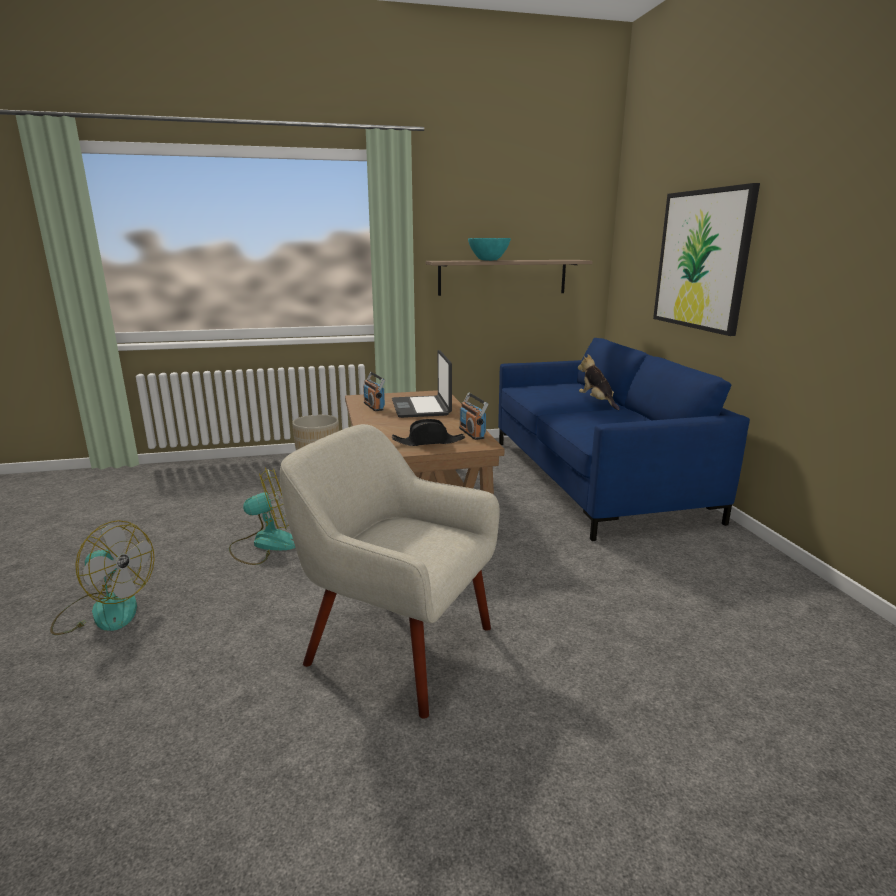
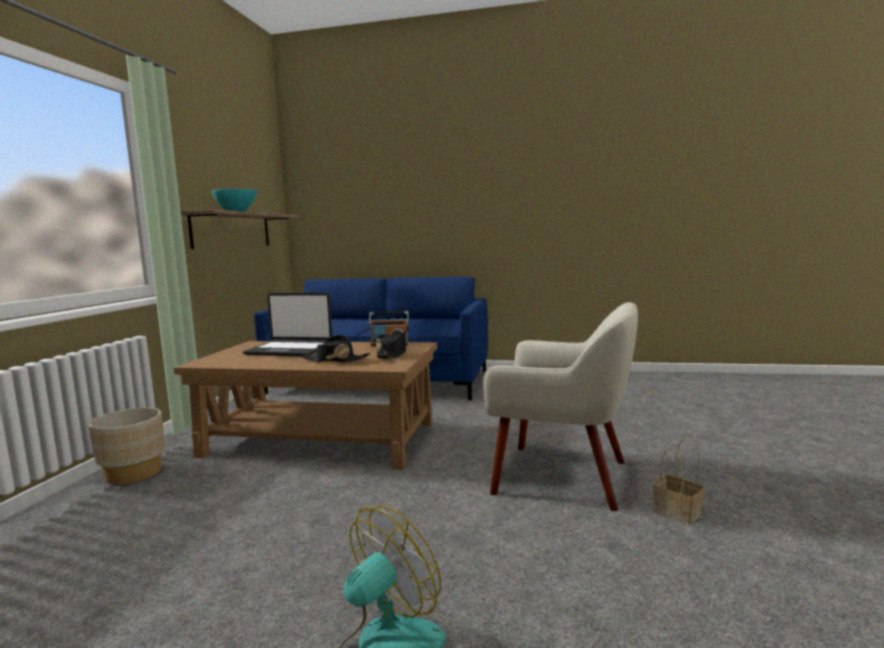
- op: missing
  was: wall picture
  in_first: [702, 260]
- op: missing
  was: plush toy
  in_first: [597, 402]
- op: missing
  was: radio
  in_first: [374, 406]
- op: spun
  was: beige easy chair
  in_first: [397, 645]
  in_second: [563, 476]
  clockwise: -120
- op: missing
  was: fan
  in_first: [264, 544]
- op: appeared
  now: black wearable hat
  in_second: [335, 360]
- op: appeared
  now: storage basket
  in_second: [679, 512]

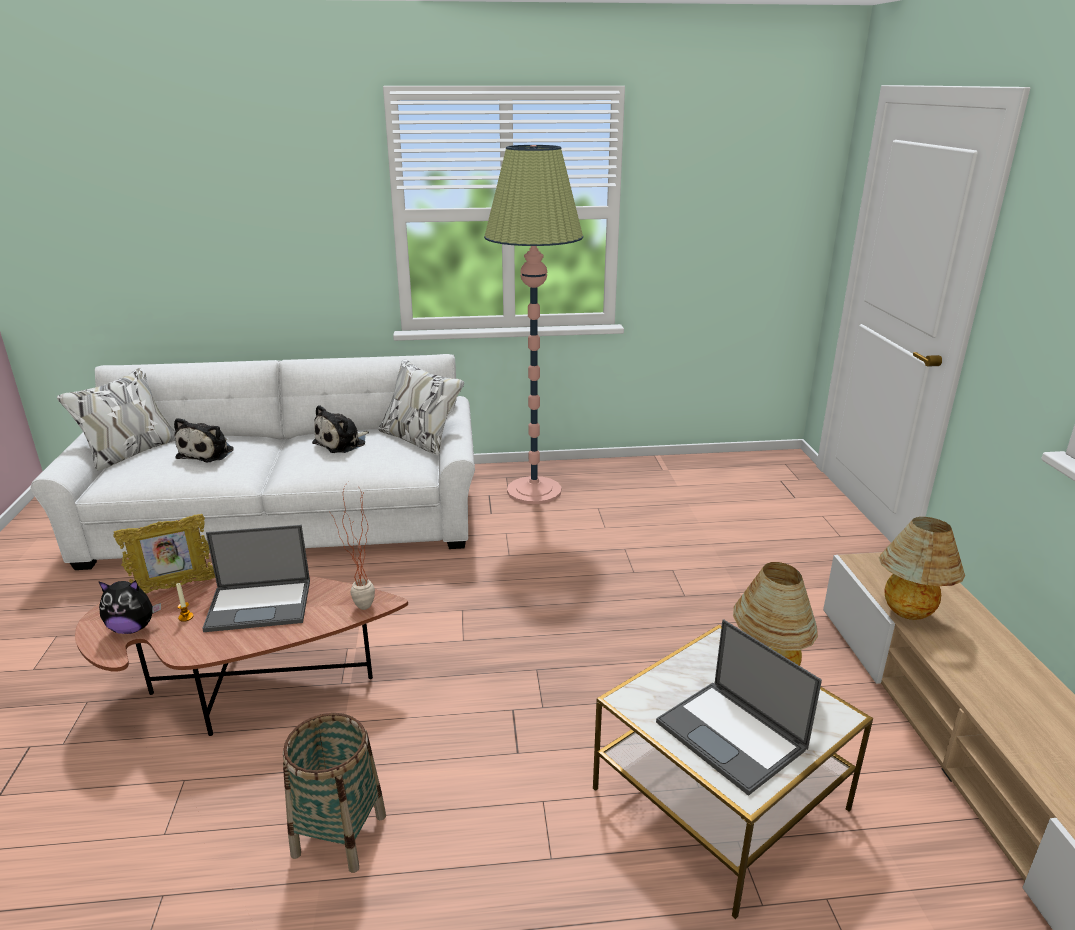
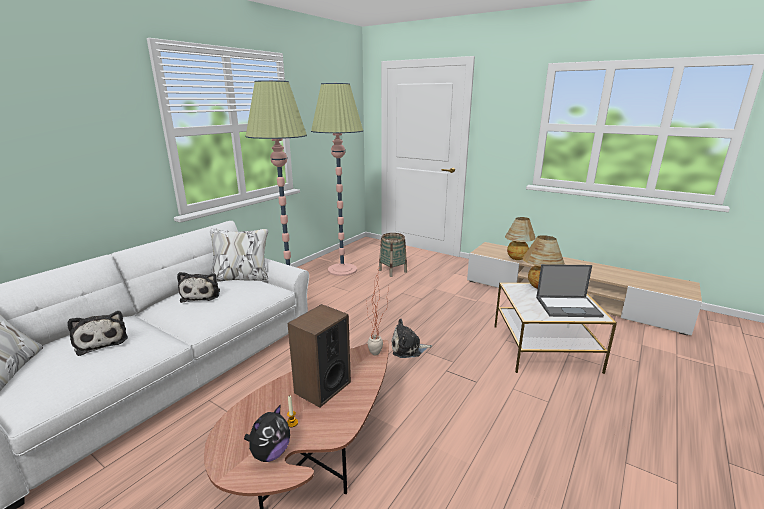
- op: missing
  was: standing frame
  in_first: [174, 587]
- op: exchanged
  was: notebook computer
  now: audio speaker
  in_first: [261, 605]
  in_second: [322, 387]
- op: relocated
  was: storage basket
  in_first: [339, 835]
  in_second: [392, 271]
- op: appeared
  now: floor lamp
  in_second: [342, 270]
- op: appeared
  now: plush toy
  in_second: [408, 348]

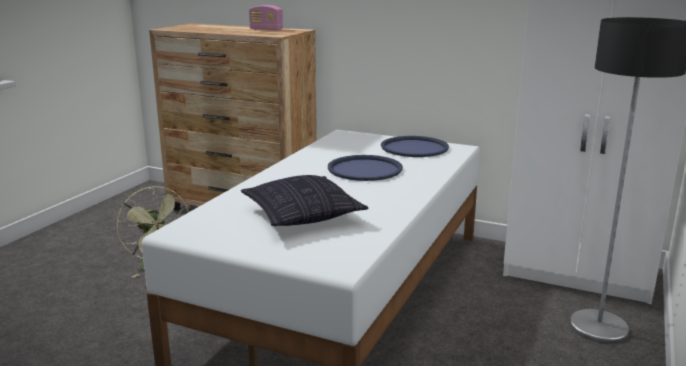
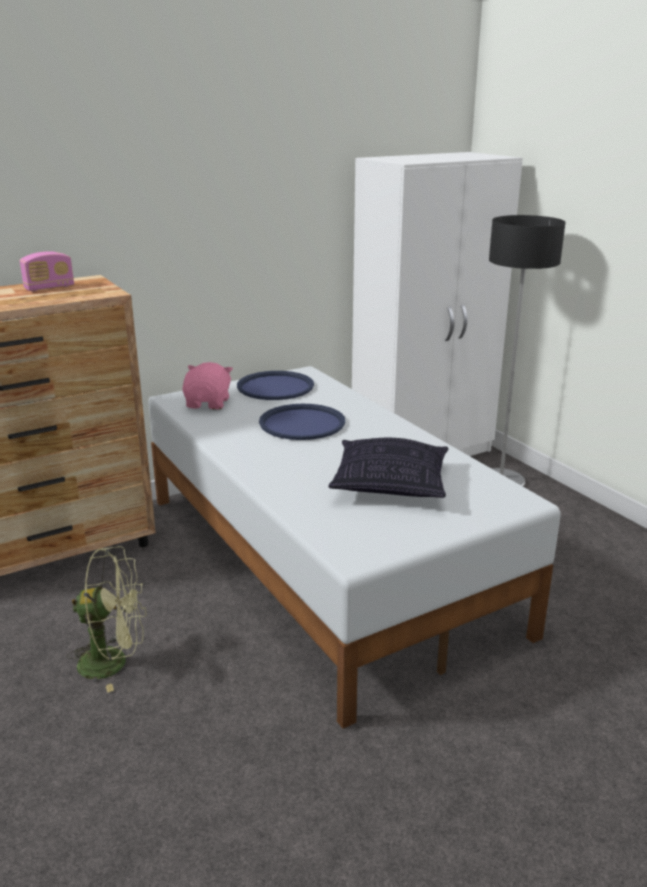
- op: appeared
  now: pinkish plush toy
  in_second: [208, 403]

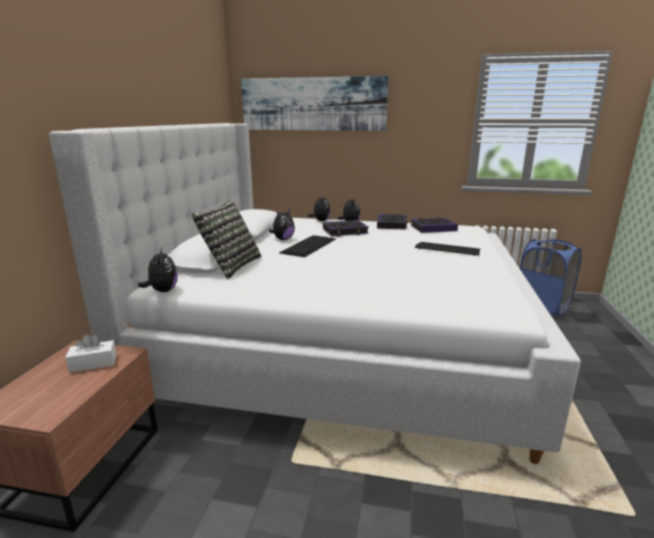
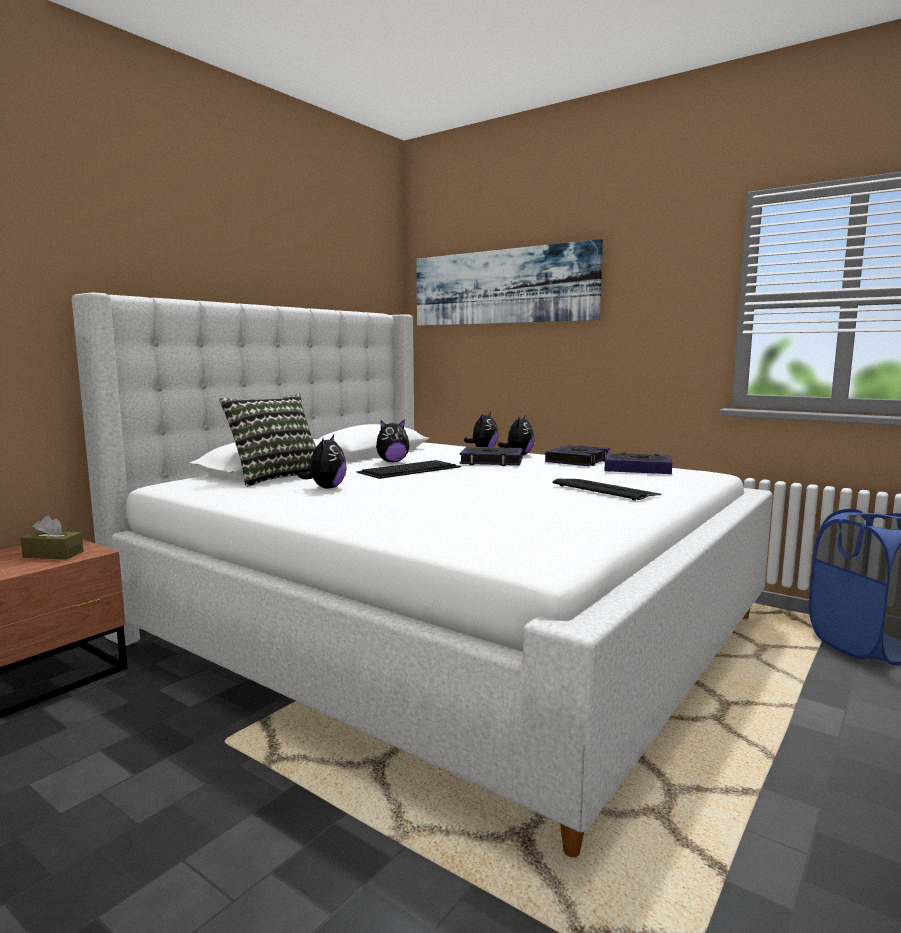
- op: relocated
  was: plush toy
  in_first: [162, 291]
  in_second: [326, 488]
- op: colour
  was: whitish box of tissues
  now: brown box of tissues
  in_first: [93, 363]
  in_second: [53, 554]

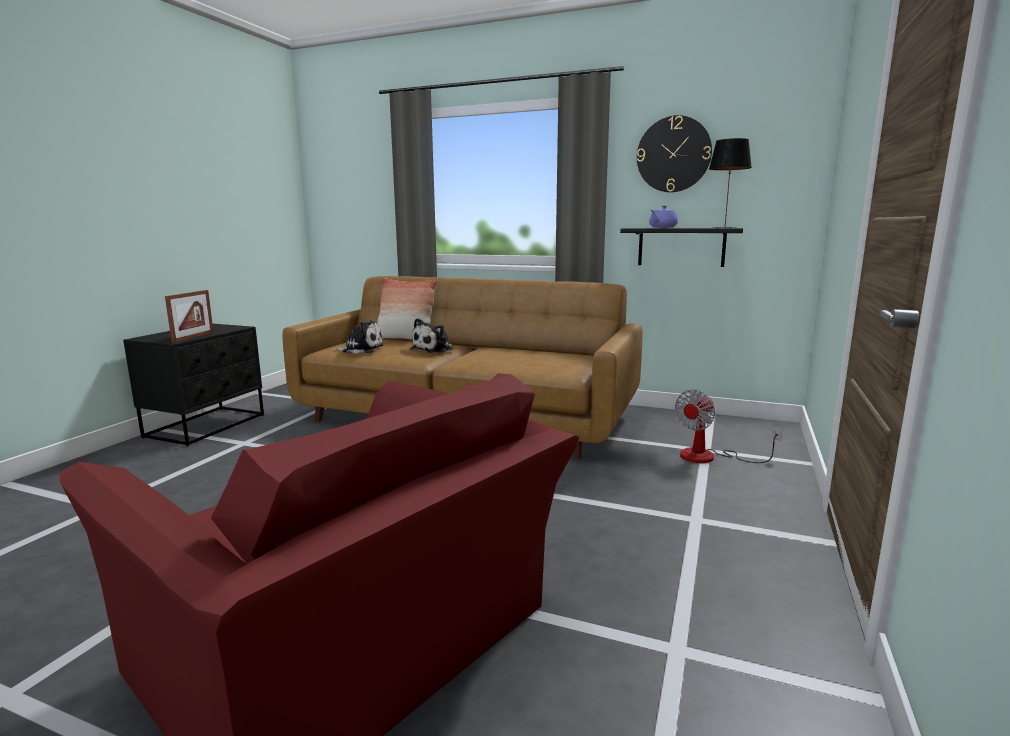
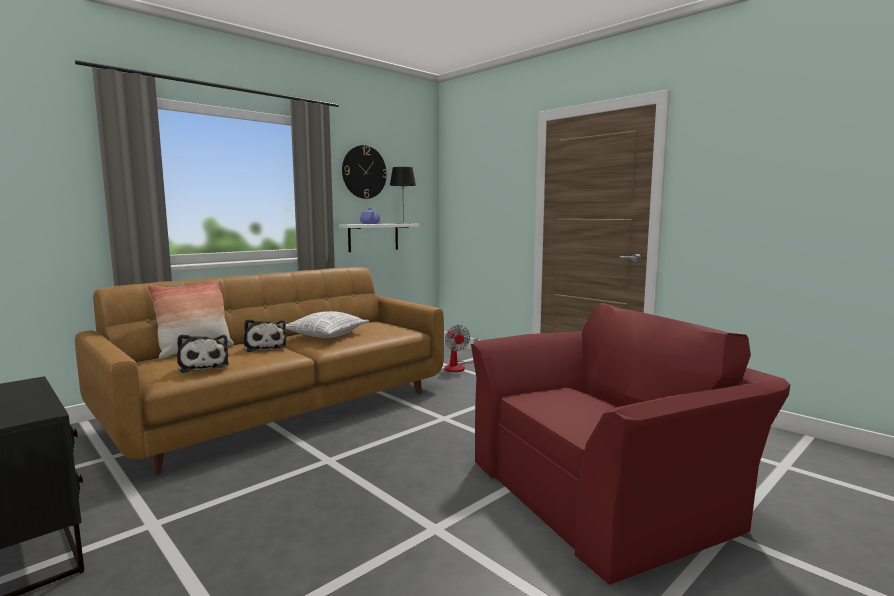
- op: colour
  was: black shelf
  now: whitish shelf
  in_first: [681, 247]
  in_second: [373, 237]
- op: missing
  was: standing frame
  in_first: [193, 337]
- op: spun
  was: plush toy
  in_first: [361, 349]
  in_second: [203, 366]
  clockwise: 120
- op: appeared
  now: throw pillow
  in_second: [326, 335]

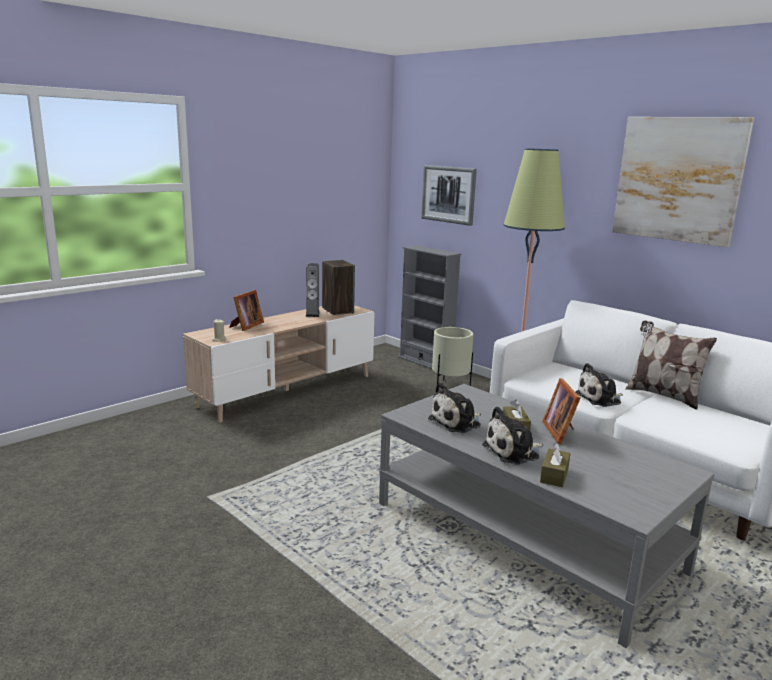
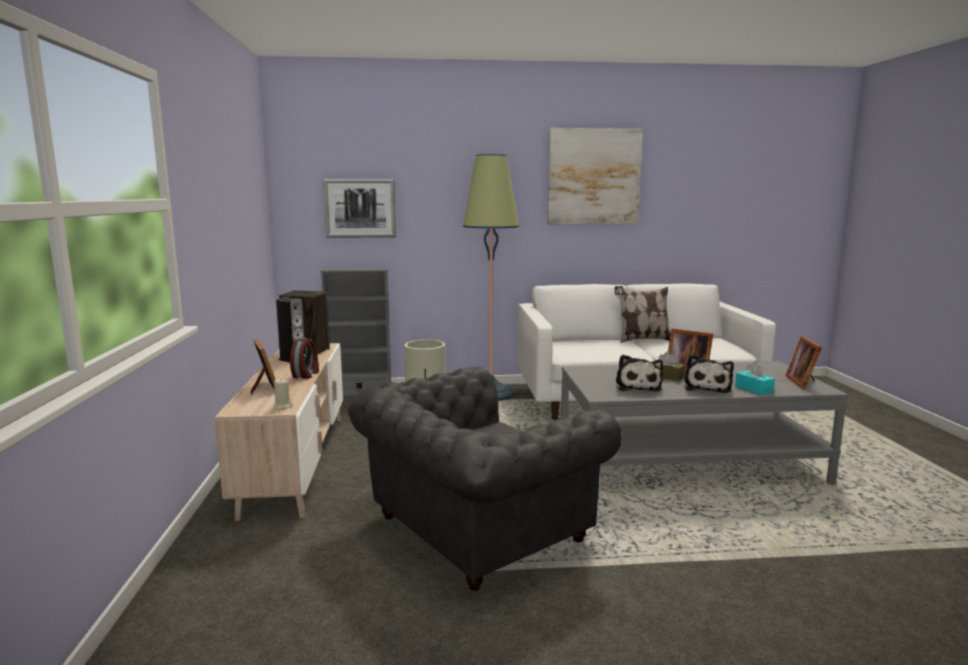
- op: missing
  was: plush toy
  in_first: [600, 399]
- op: colour
  was: brown box of tissues
  now: blue-green box of tissues
  in_first: [554, 475]
  in_second: [753, 389]
- op: appeared
  now: standing frame
  in_second: [803, 382]
- op: appeared
  now: table clock
  in_second: [306, 374]
- op: appeared
  now: gray easy chair
  in_second: [472, 530]

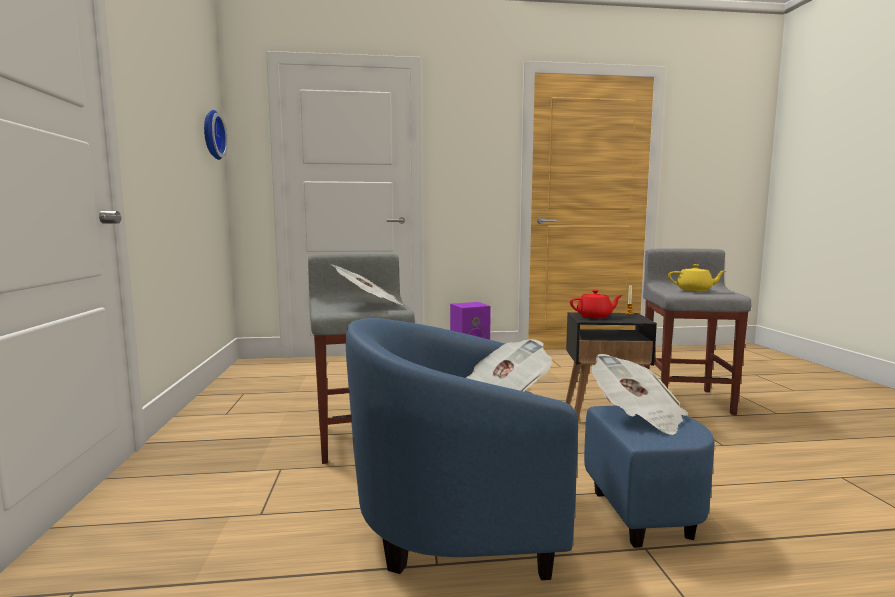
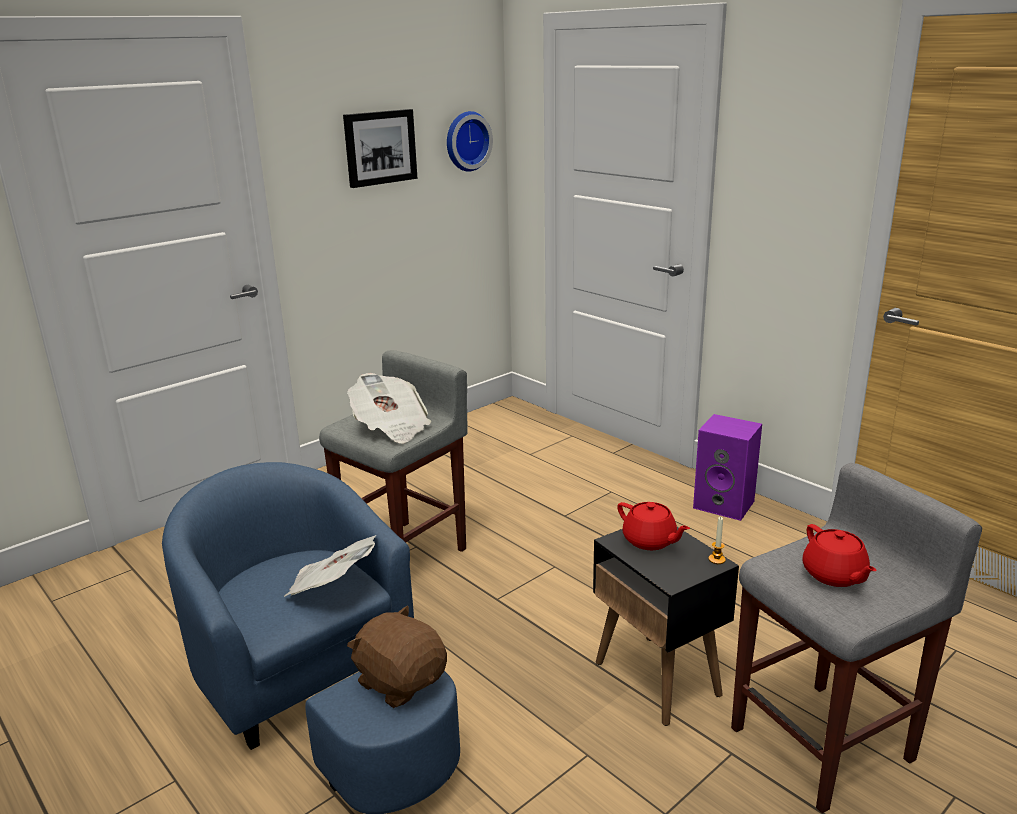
- op: colour
  was: yellow-coloured tea pot
  now: red-coloured tea pot
  in_first: [695, 290]
  in_second: [834, 575]
- op: exchanged
  was: printed paper
  now: brown plush toy
  in_first: [637, 416]
  in_second: [401, 681]
- op: appeared
  now: wall picture
  in_second: [380, 147]

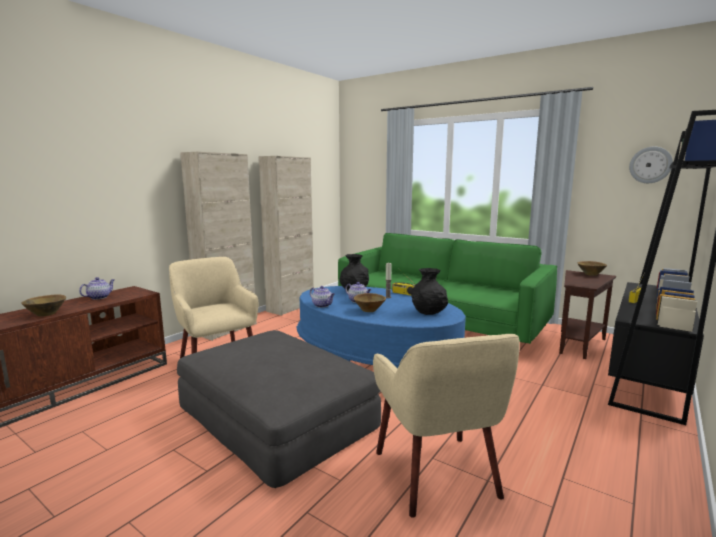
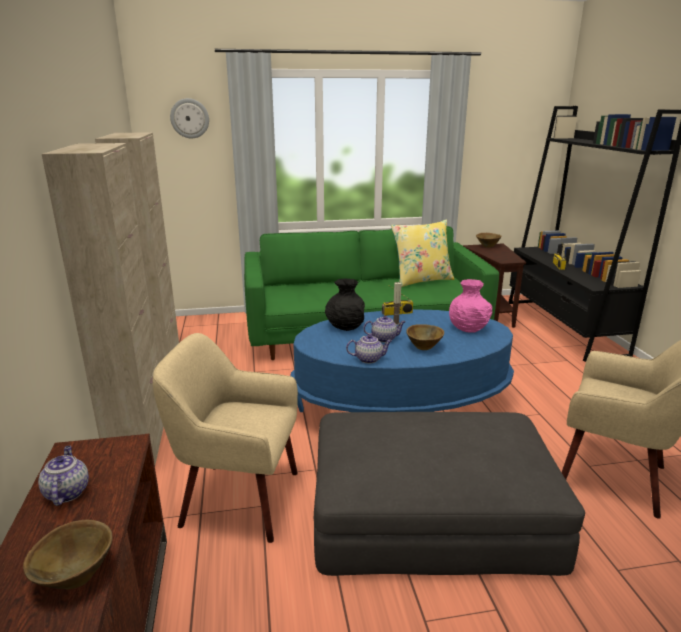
- op: relocated
  was: wall clock
  in_first: [650, 165]
  in_second: [189, 118]
- op: colour
  was: black decorative vase
  now: pinkish decorative vase
  in_first: [429, 312]
  in_second: [469, 328]
- op: appeared
  now: yellow-coloured throw pillow
  in_second: [421, 280]

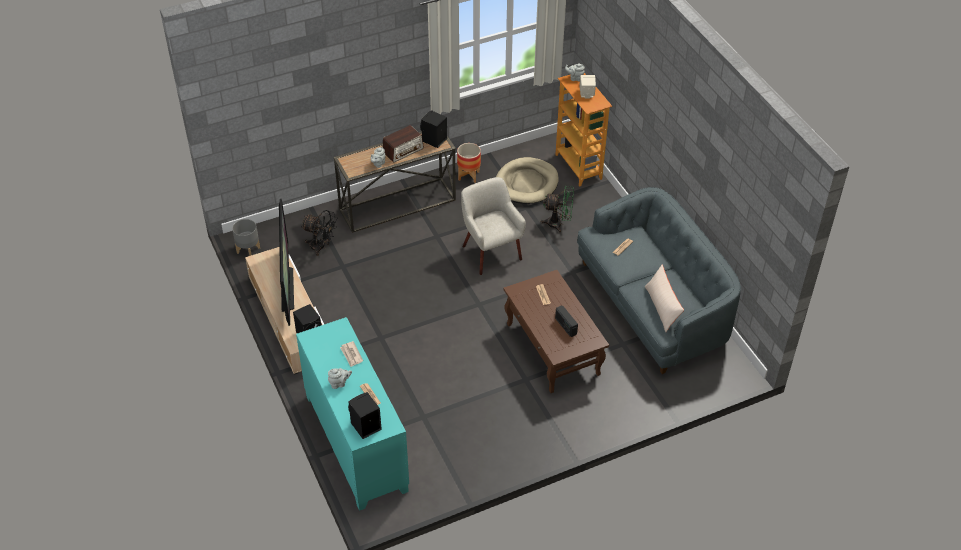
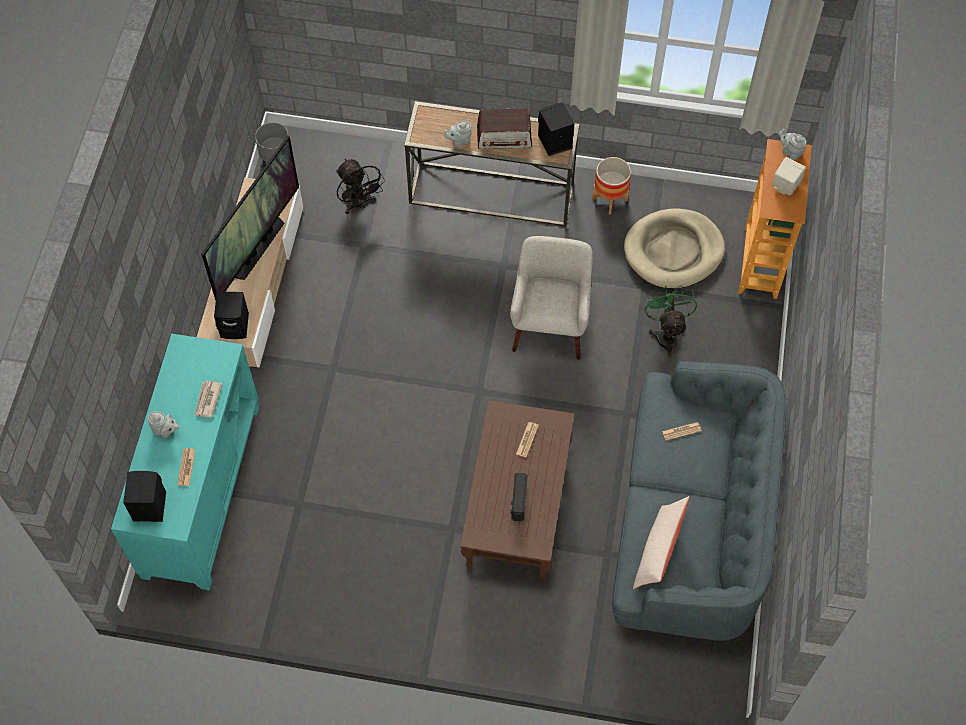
- op: spun
  was: greenish fan
  in_first: [558, 224]
  in_second: [666, 334]
  clockwise: -135

